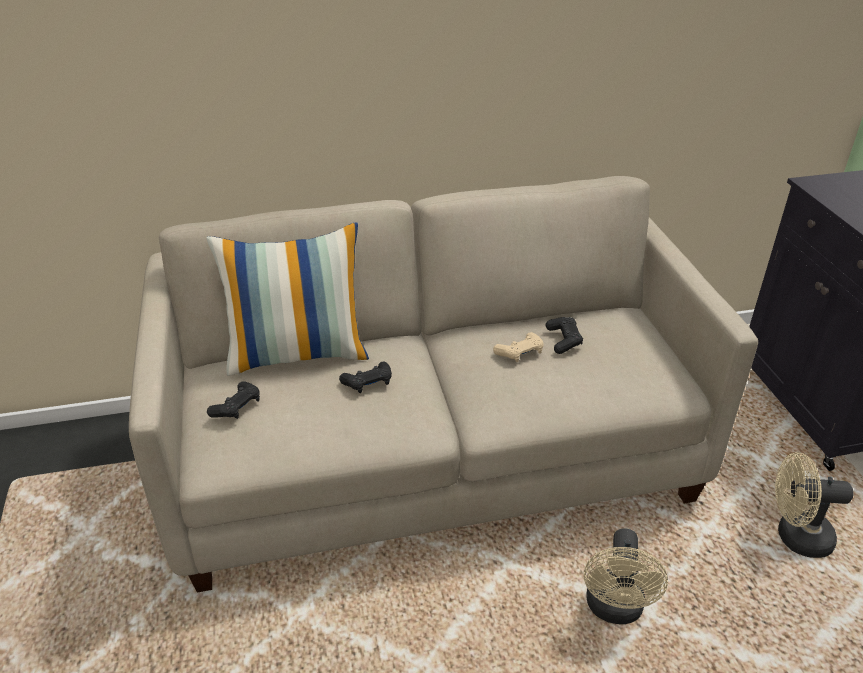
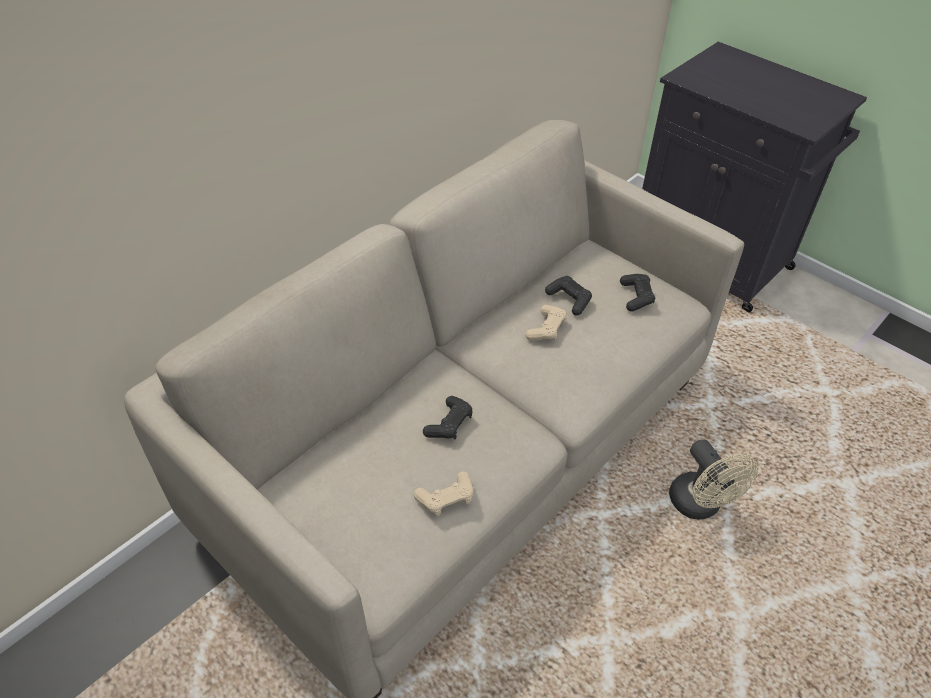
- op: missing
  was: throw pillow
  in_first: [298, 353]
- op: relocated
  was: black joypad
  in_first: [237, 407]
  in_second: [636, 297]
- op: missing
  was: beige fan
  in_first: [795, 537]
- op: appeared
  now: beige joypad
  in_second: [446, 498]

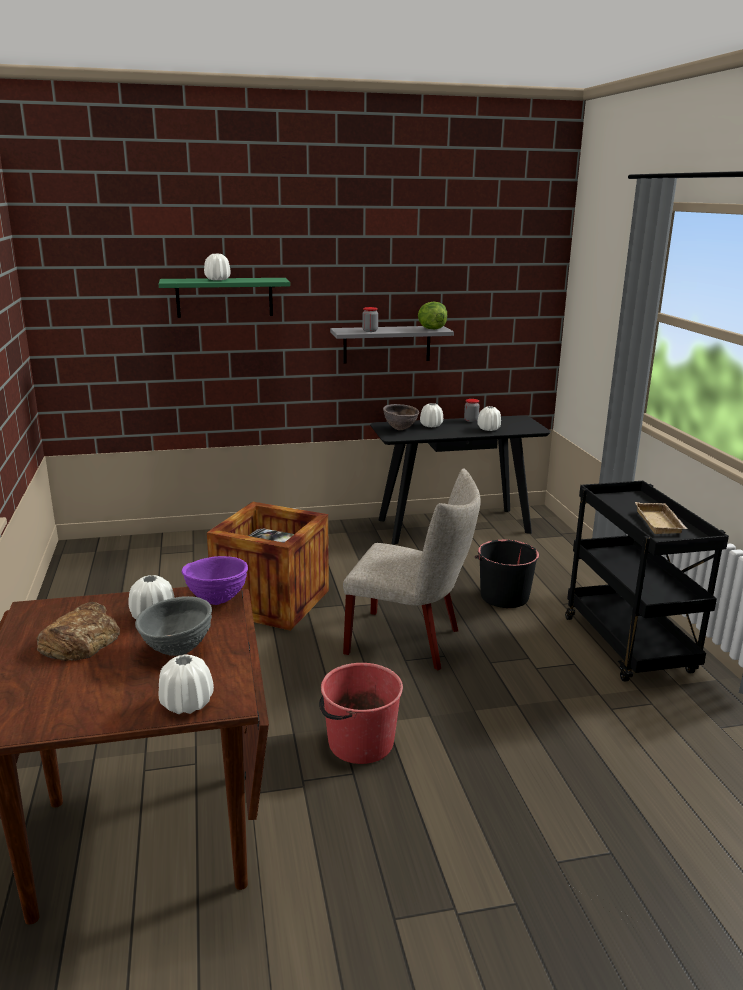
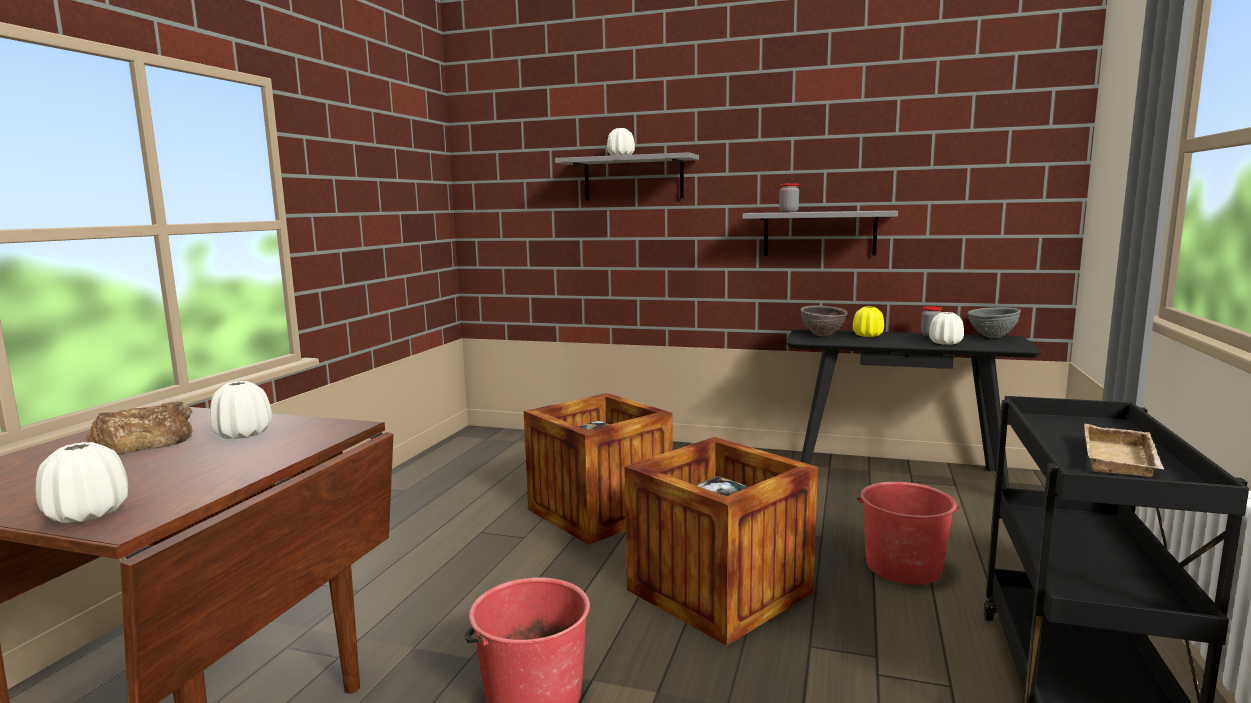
- op: colour
  was: greenish shelf
  now: gray shelf
  in_first: [224, 297]
  in_second: [633, 178]
- op: missing
  was: head of lettuce
  in_first: [431, 329]
- op: colour
  was: whitish decorative vase
  now: yellow-coloured decorative vase
  in_first: [431, 425]
  in_second: [868, 335]
- op: exchanged
  was: beige chair
  now: shipping crate
  in_first: [411, 641]
  in_second: [719, 591]
- op: colour
  was: black bucket
  now: red-coloured bucket
  in_first: [504, 596]
  in_second: [903, 567]
- op: missing
  was: purple serving bowl
  in_first: [217, 601]
- op: relocated
  was: gray serving bowl
  in_first: [177, 651]
  in_second: [991, 337]

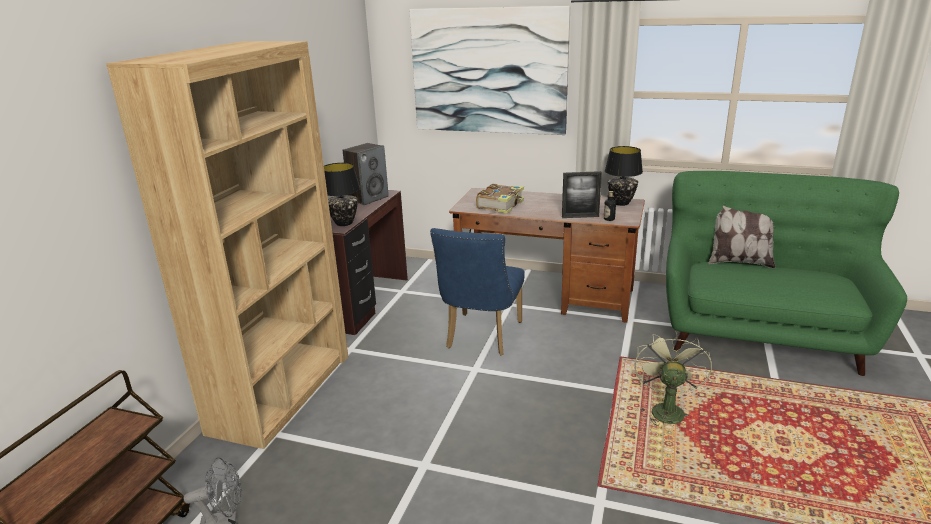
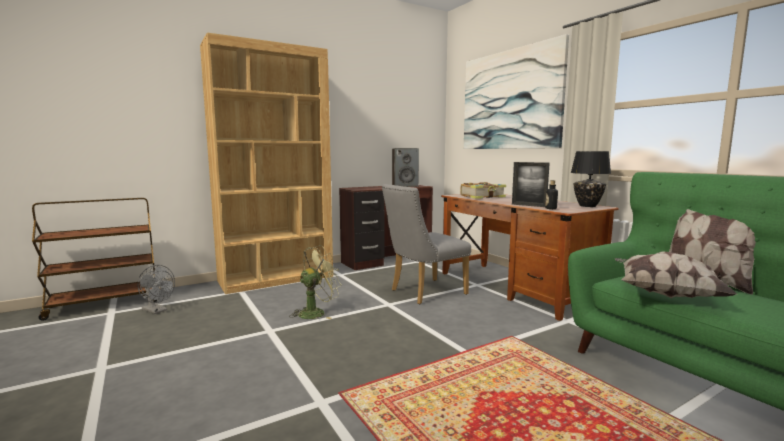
- op: missing
  was: black tabletop lamp
  in_first: [344, 223]
- op: colour
  was: blue-coloured chair
  now: gray chair
  in_first: [481, 337]
  in_second: [423, 293]
- op: relocated
  was: greenish fan
  in_first: [665, 409]
  in_second: [316, 312]
- op: appeared
  now: throw pillow
  in_second: [664, 294]

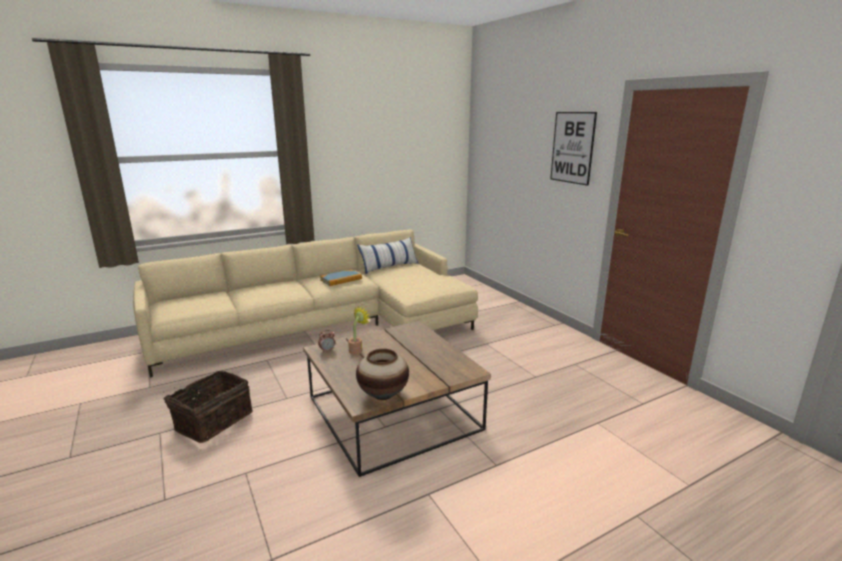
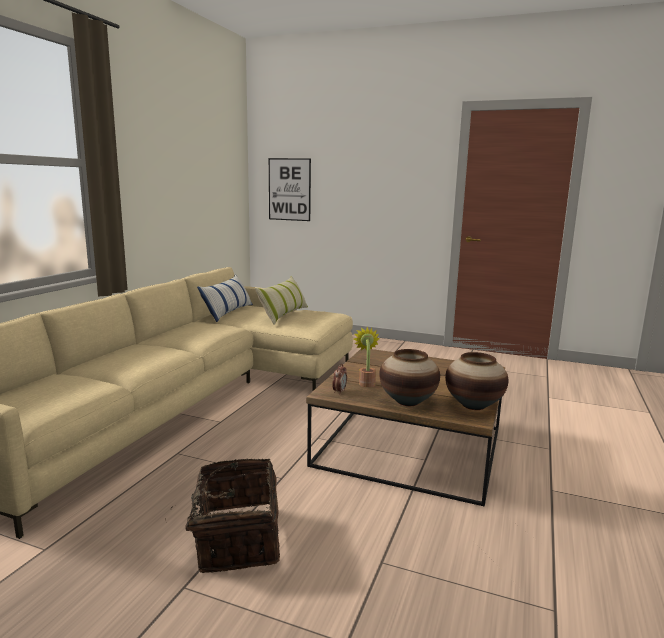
- op: relocated
  was: wall picture
  in_first: [572, 147]
  in_second: [289, 189]
- op: missing
  was: book
  in_first: [341, 279]
- op: appeared
  now: throw pillow
  in_second: [283, 314]
- op: appeared
  now: decorative vase
  in_second: [407, 401]

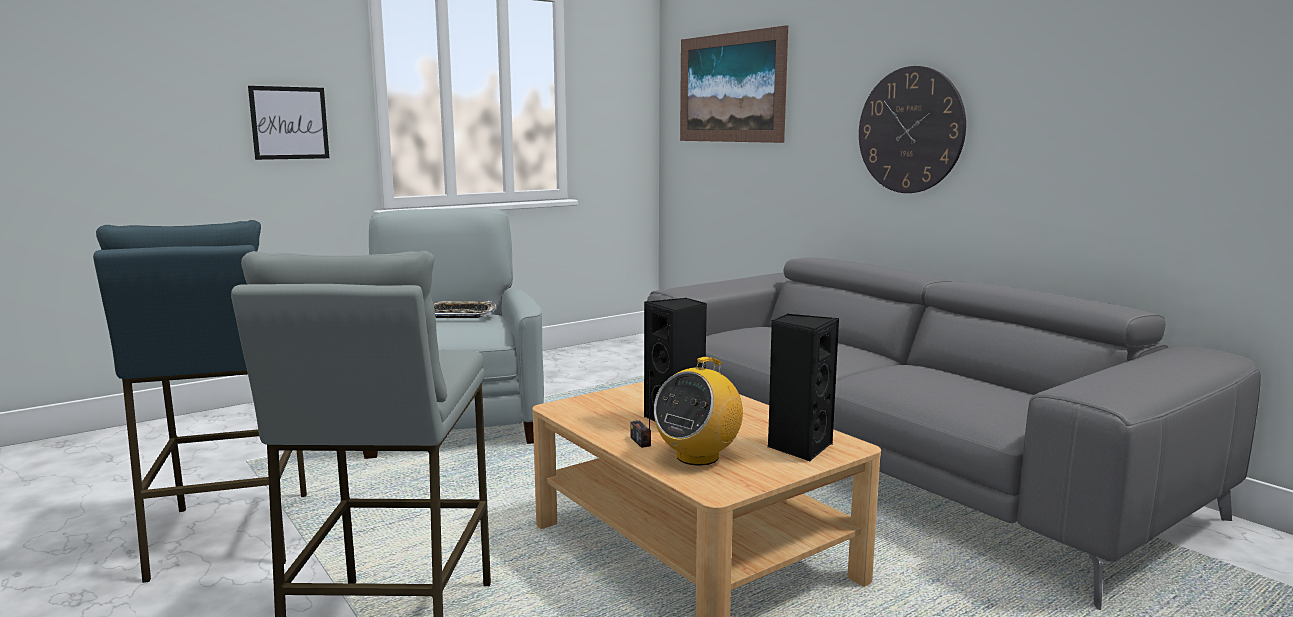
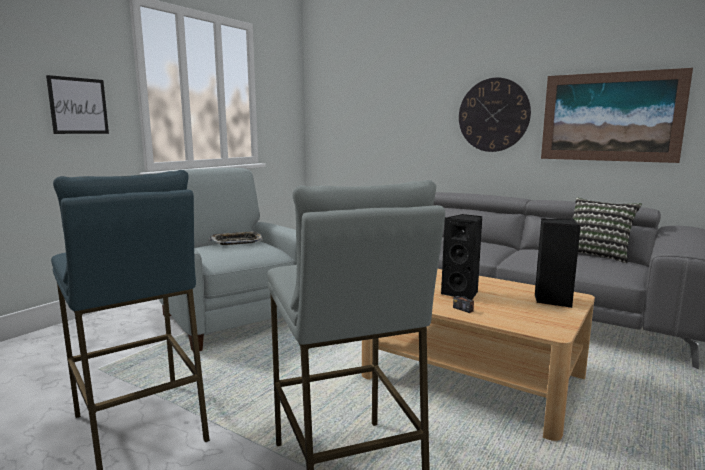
- op: relocated
  was: wall picture
  in_first: [730, 88]
  in_second: [610, 117]
- op: missing
  was: radio
  in_first: [697, 456]
- op: appeared
  now: throw pillow
  in_second: [597, 254]

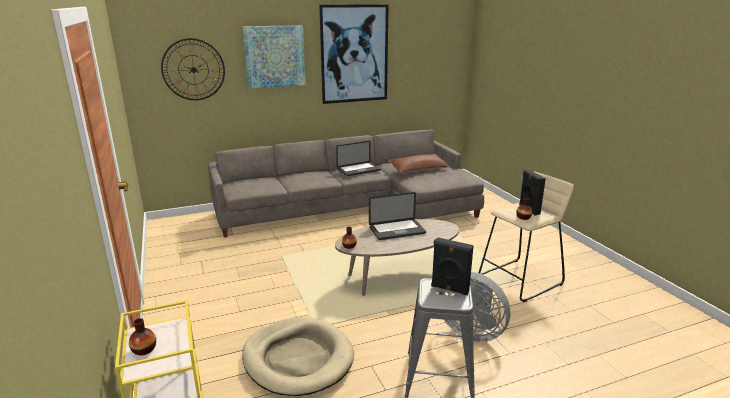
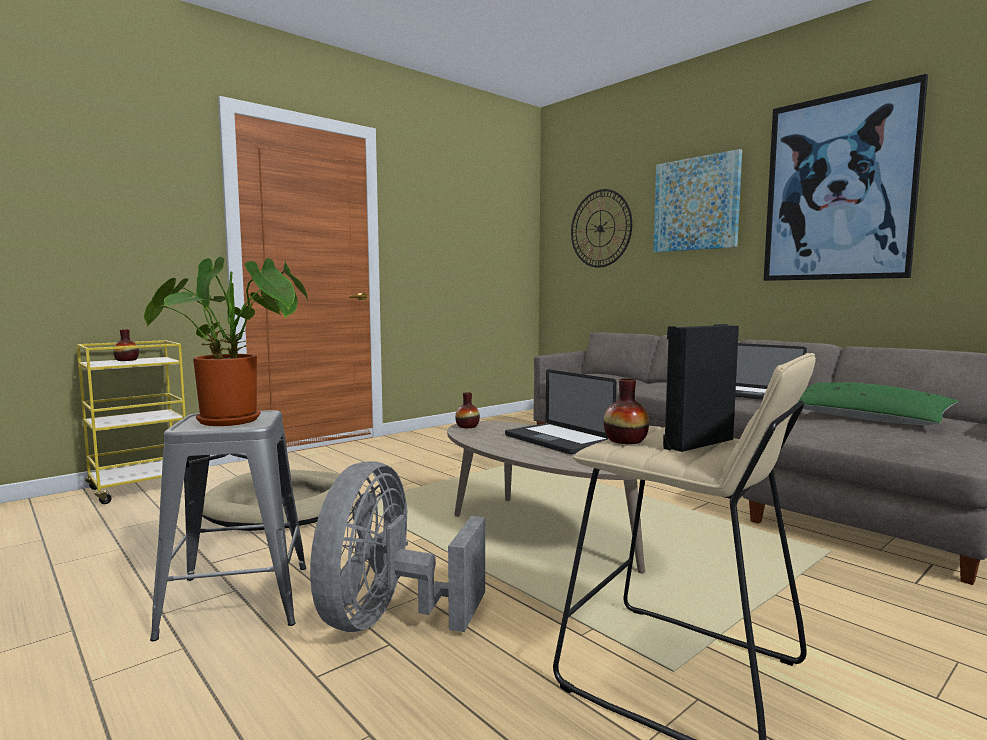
- op: colour
  was: brown throw pillow
  now: greenish throw pillow
  in_first: [418, 170]
  in_second: [866, 418]
- op: exchanged
  was: black audio speaker
  now: potted plant
  in_first: [449, 289]
  in_second: [237, 420]

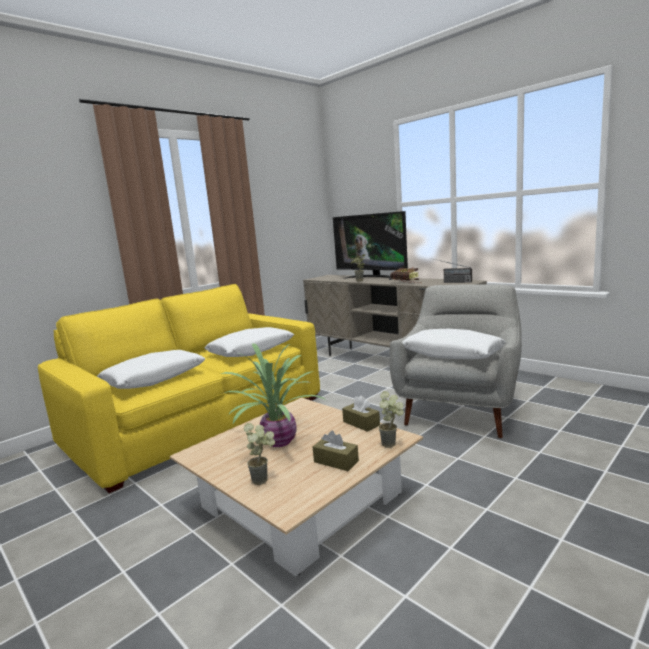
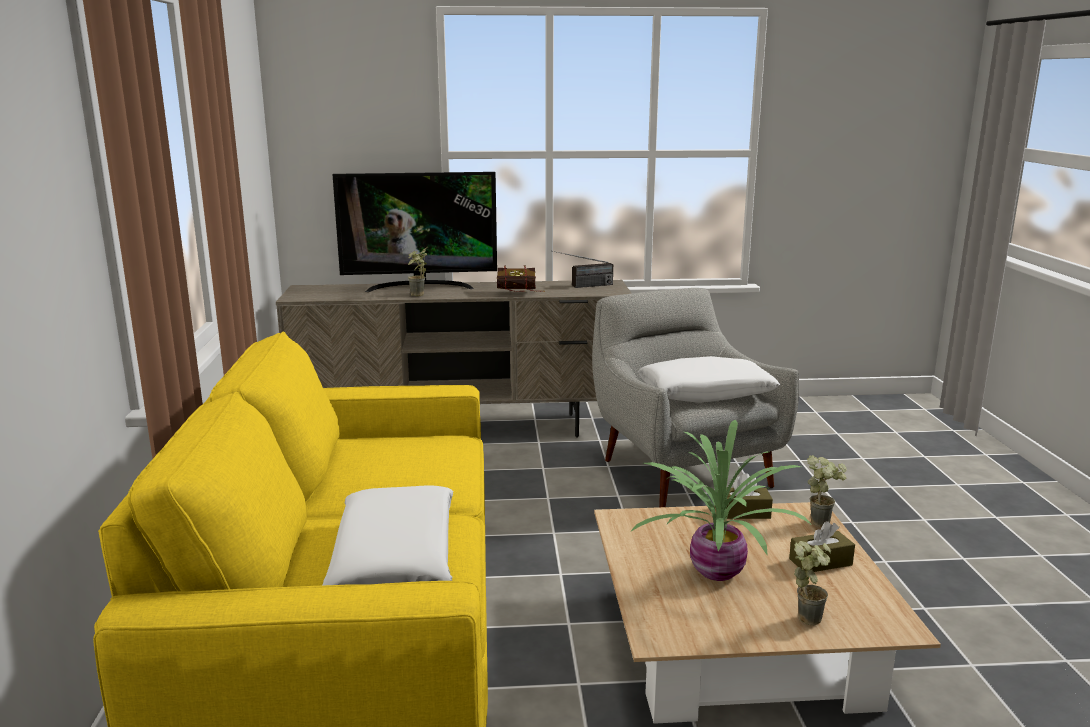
- op: missing
  was: whitish throw pillow
  in_first: [251, 350]

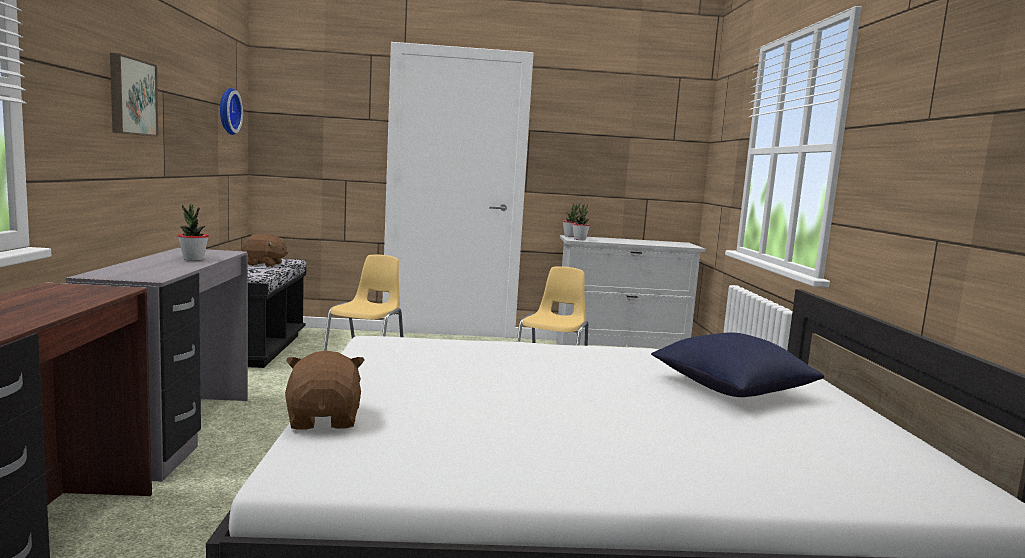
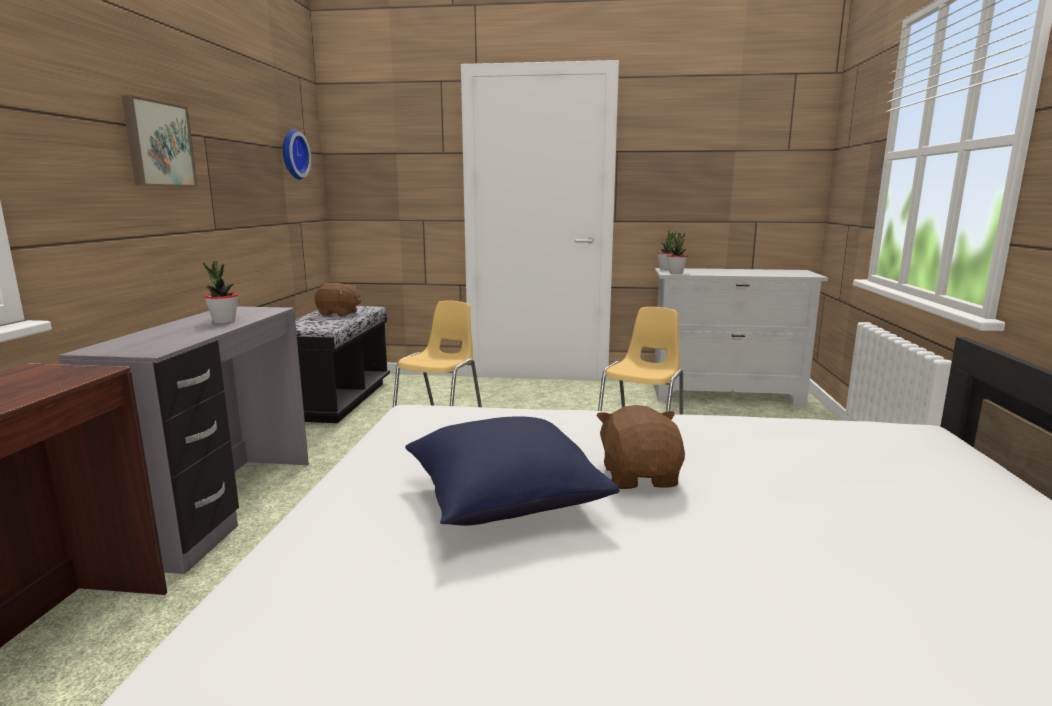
- op: relocated
  was: blue-coloured throw pillow
  in_first: [731, 389]
  in_second: [504, 500]
- op: relocated
  was: brown plush toy
  in_first: [324, 420]
  in_second: [640, 477]

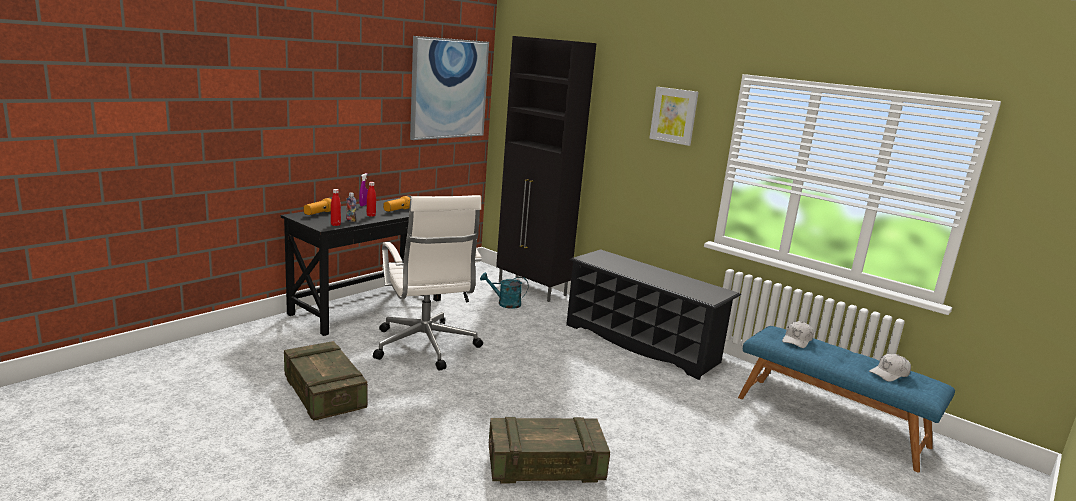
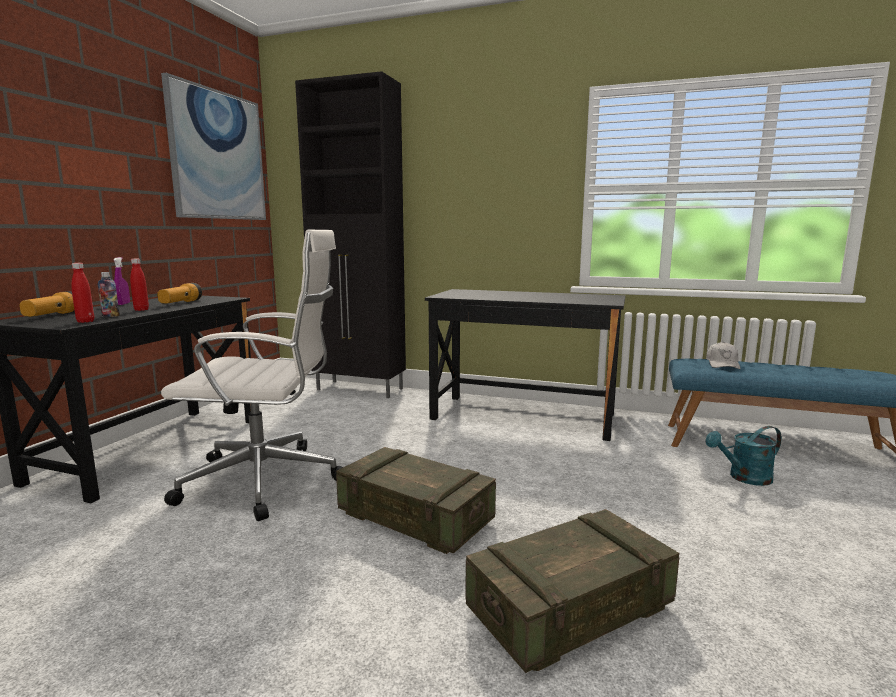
- op: missing
  was: wall picture
  in_first: [674, 115]
- op: spun
  was: whitish computer chair
  in_first: [425, 347]
  in_second: [267, 481]
  clockwise: -45
- op: exchanged
  was: black shoe rack
  now: black desk unit
  in_first: [641, 343]
  in_second: [523, 416]
- op: relocated
  was: blue-green watering can
  in_first: [505, 303]
  in_second: [744, 478]
- op: relocated
  was: shipping crate
  in_first: [324, 395]
  in_second: [415, 519]
- op: missing
  was: whitish peaked cap
  in_first: [889, 374]

